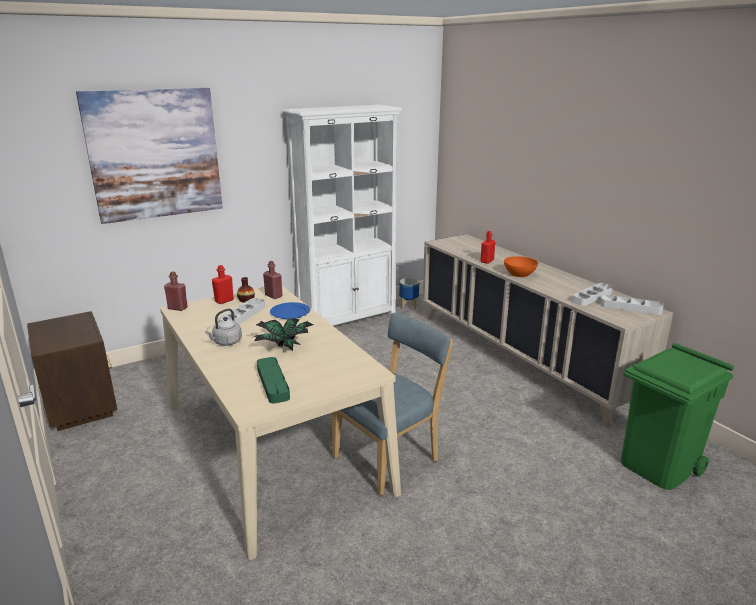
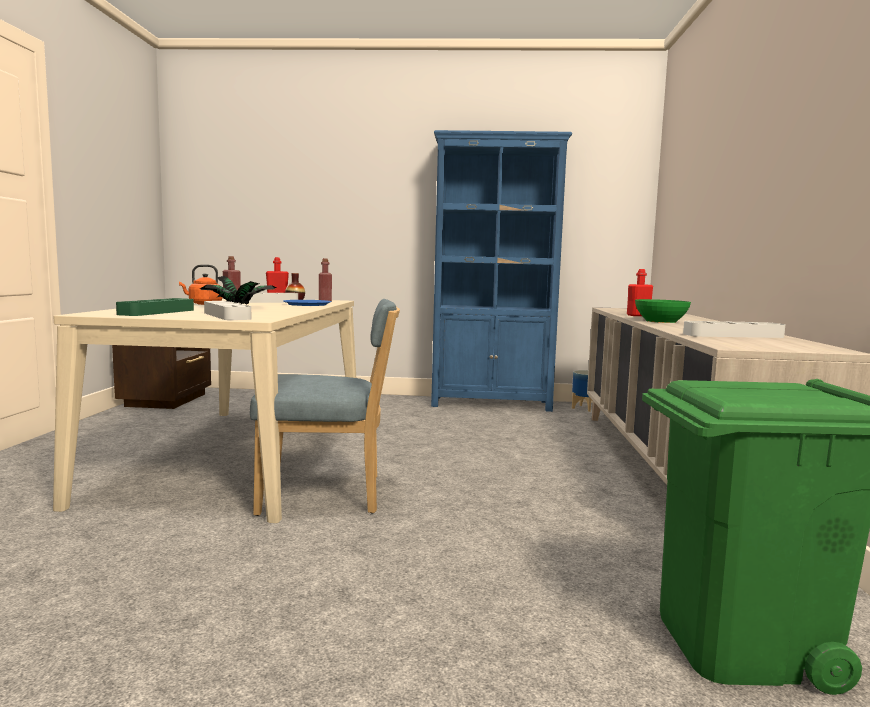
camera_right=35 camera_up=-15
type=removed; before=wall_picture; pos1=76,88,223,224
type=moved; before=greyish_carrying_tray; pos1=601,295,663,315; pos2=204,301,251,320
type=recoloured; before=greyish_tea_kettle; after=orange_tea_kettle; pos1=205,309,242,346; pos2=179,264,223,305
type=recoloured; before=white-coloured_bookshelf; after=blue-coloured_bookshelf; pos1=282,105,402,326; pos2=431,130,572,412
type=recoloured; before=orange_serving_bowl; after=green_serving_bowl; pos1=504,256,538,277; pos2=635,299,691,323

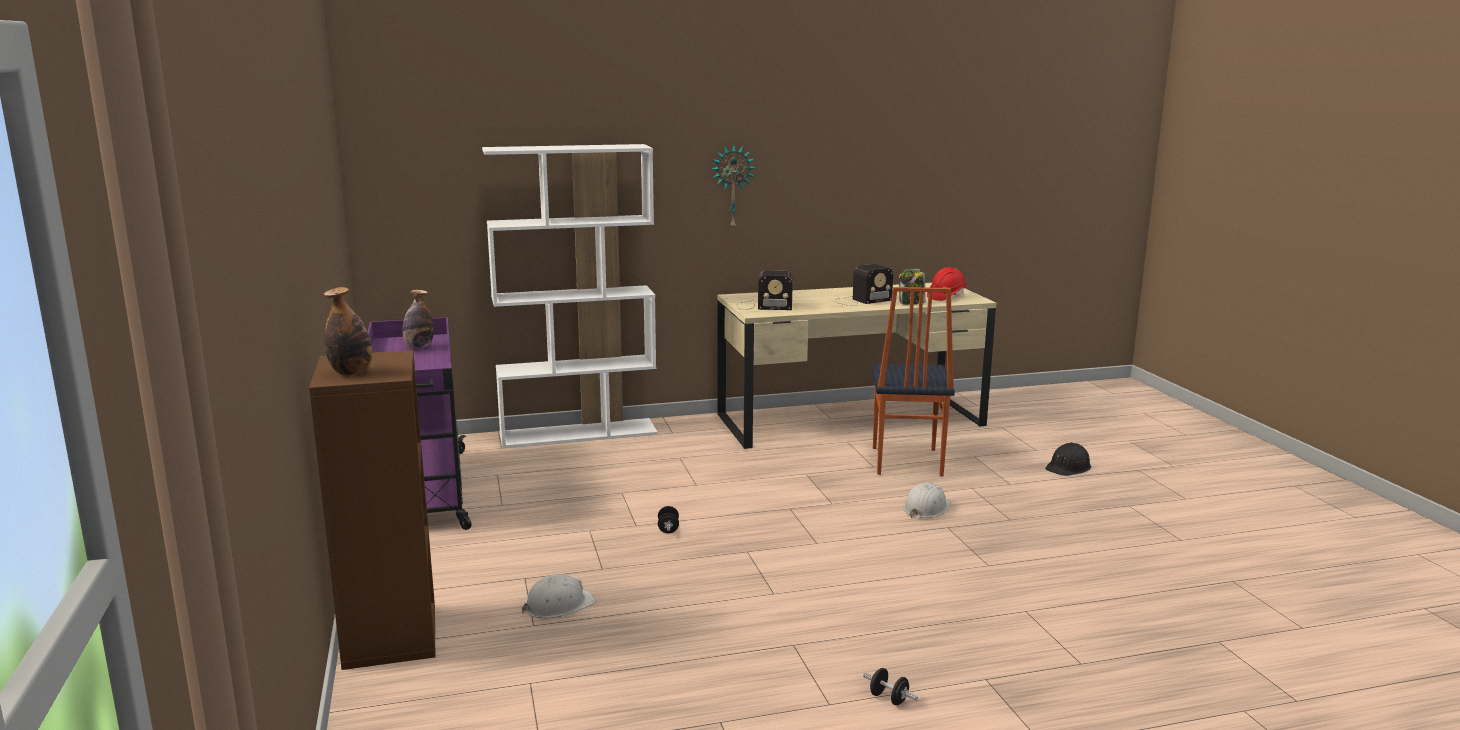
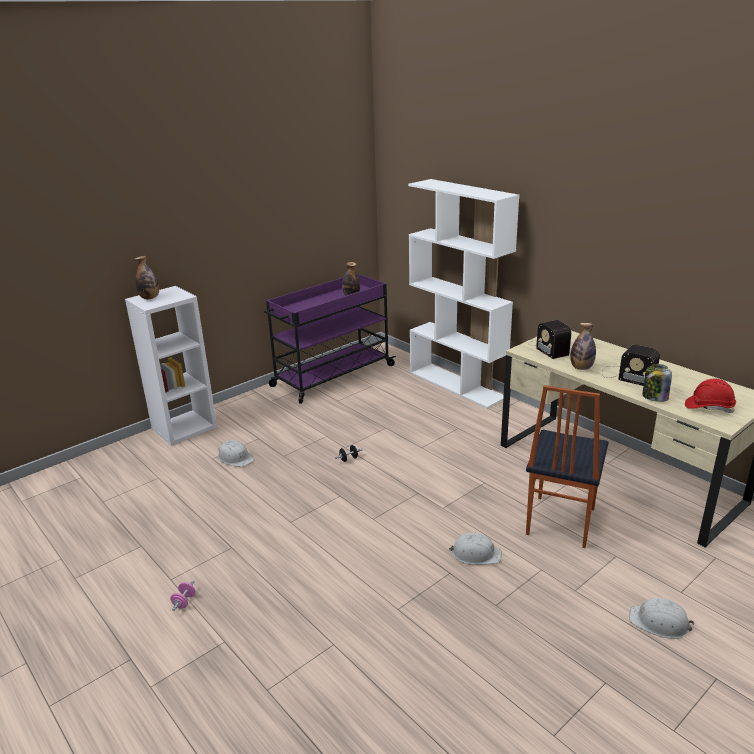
camera_right=65 camera_up=10
type=removed; before=wall_clock; pos1=712,145,756,229
type=added; after=drink_bottle; pos2=570,323,596,370
type=recoloured; before=brown-coloured_bookshelf; after=white-coloured_bookshelf; pos1=309,350,435,670; pos2=125,286,217,446
type=recoloured; before=black-coloured_hand_weight; after=pinkish_hand_weight; pos1=863,668,918,705; pos2=170,580,196,611
type=recoloured; before=black-coloured_hard_hat; after=white-coloured_hard_hat; pos1=1045,442,1091,476; pos2=629,598,694,639
type=turned; before=upright_chair; pos1=871,287,955,477; pos2=526,385,608,548; turn=-45

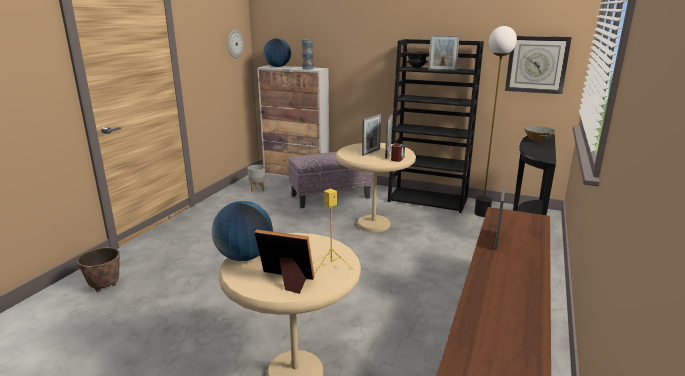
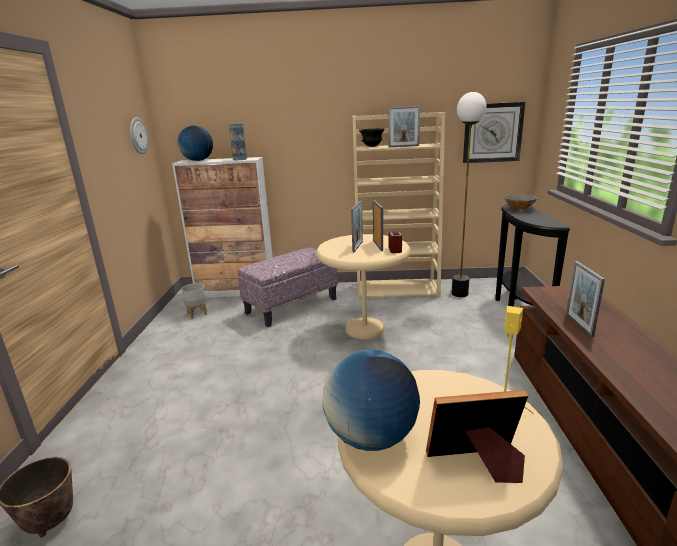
camera_right=-20 camera_up=0
type=recoloured; before=black-coloured_bookshelf; after=beige_bookshelf; pos1=388,39,484,213; pos2=352,112,445,300

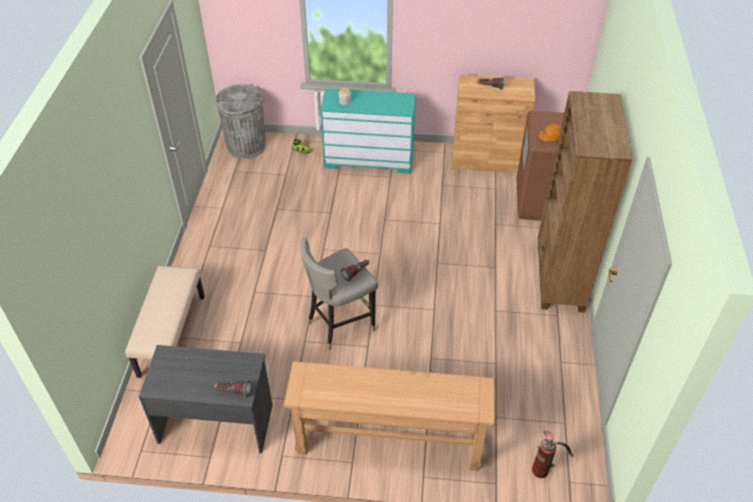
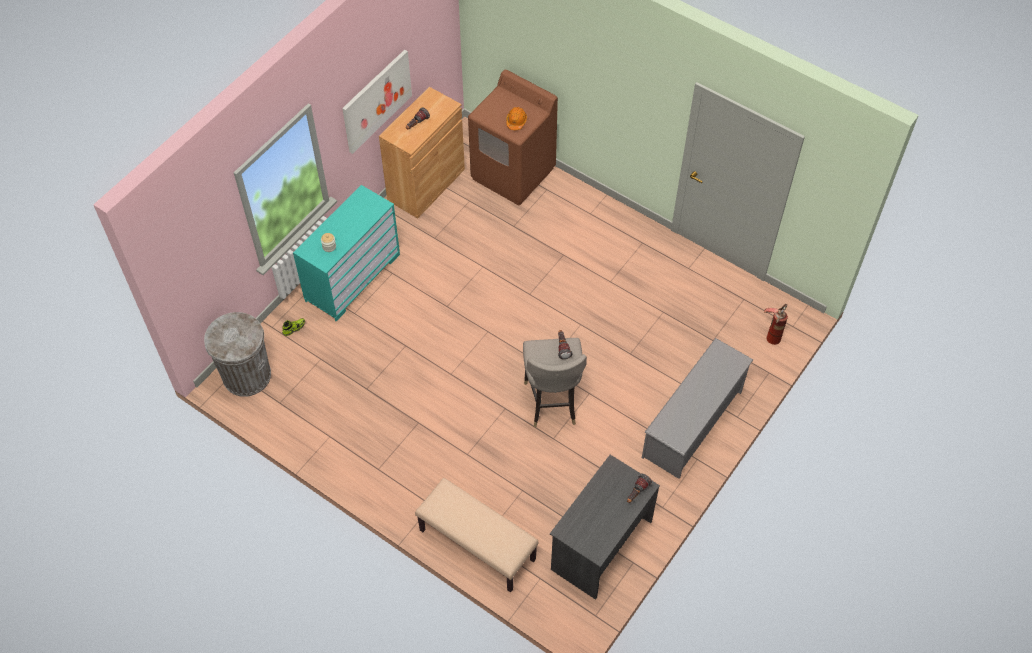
camera_right=-60 camera_up=10
type=removed; before=brown-coloured_bookshelf; pos1=538,91,633,312
type=added; after=wall_picture; pos2=342,50,412,154
type=replaced; before=brown-coloured_hall_table; after=greyish_shoe_rack; pos1=284,361,495,471; pos2=642,338,753,479

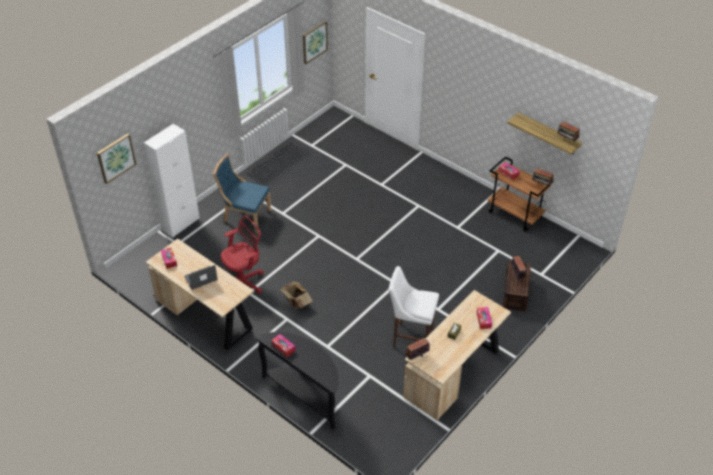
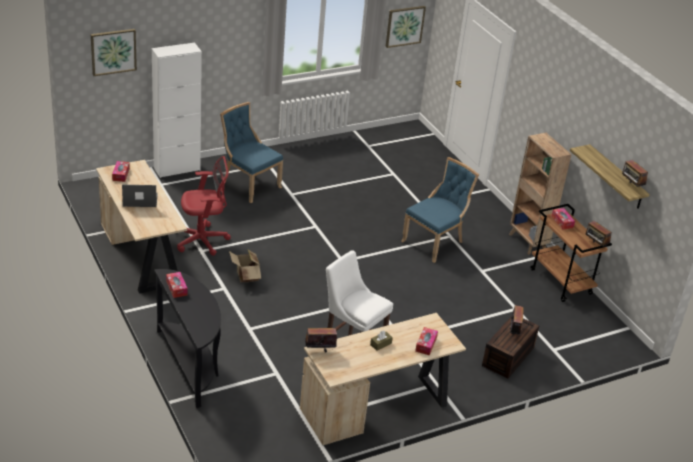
camera_right=20 camera_up=-10
type=added; after=blue-coloured_upright_chair; pos2=401,157,479,263
type=added; after=brown-coloured_bookshelf; pos2=509,133,572,255

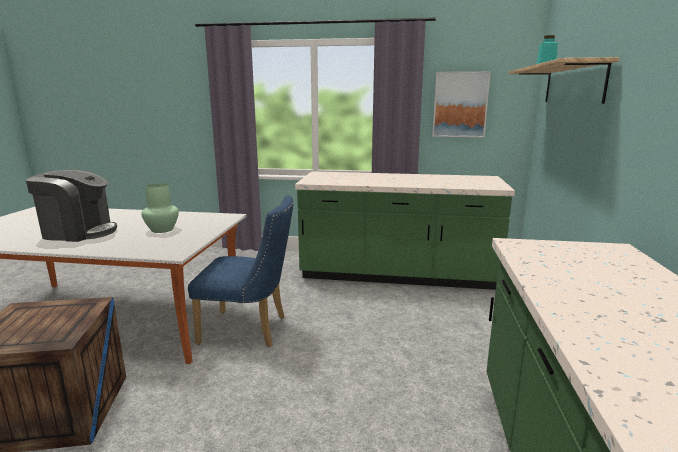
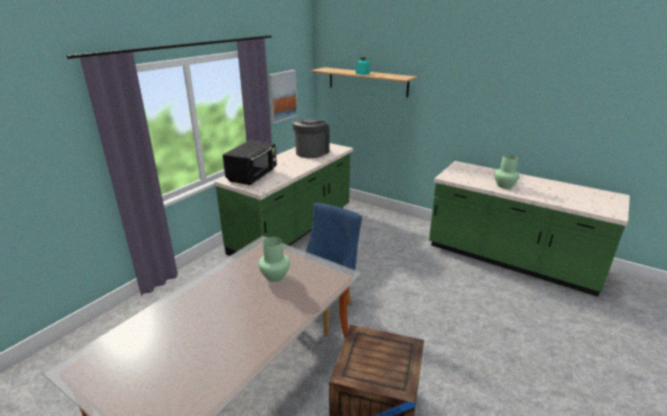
camera_right=-65 camera_up=10
type=added; after=black-coloured_microwave; pos2=223,140,277,185
type=added; after=green_flower_vase; pos2=494,155,520,189
type=moved; before=coffee_machine; pos1=26,170,117,242; pos2=292,119,330,158

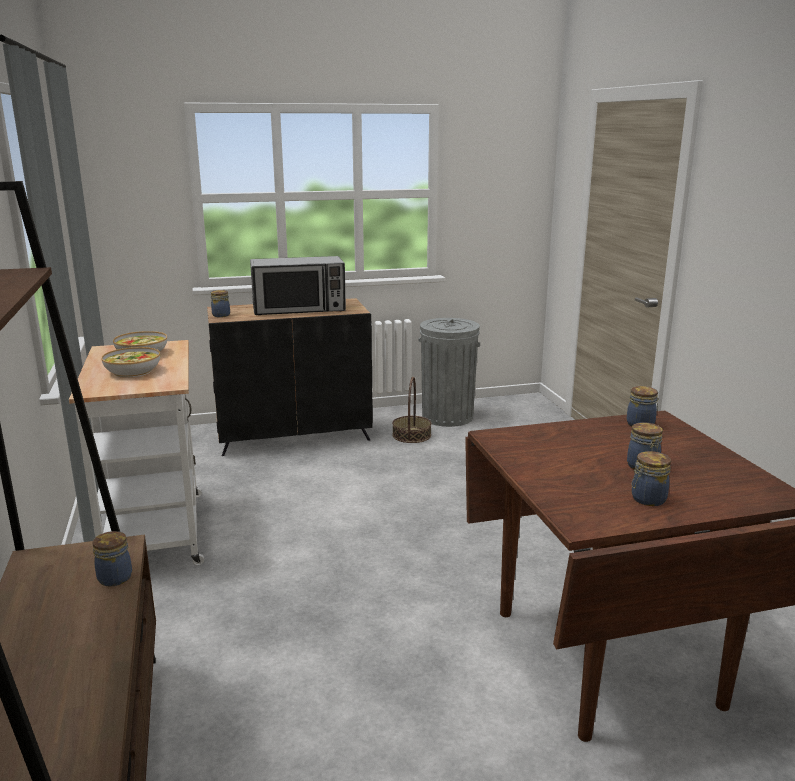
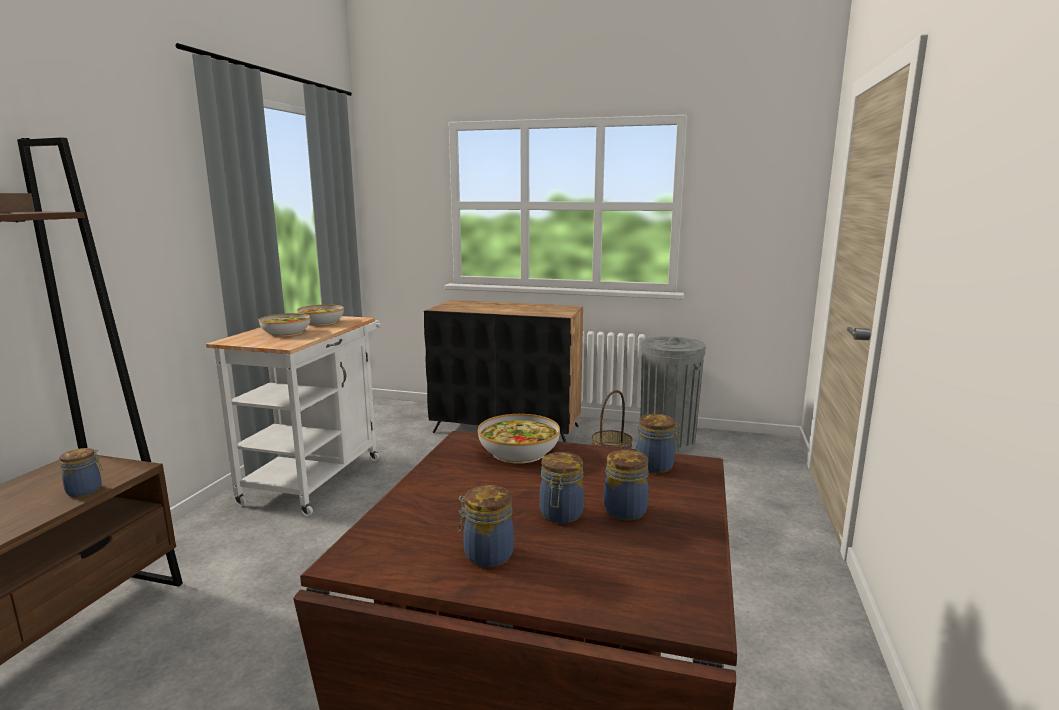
camera_right=30 camera_up=-5
type=removed; before=microwave; pos1=250,256,346,315
type=added; after=serving_bowl; pos2=478,414,560,463
type=moved; before=jar; pos1=211,290,230,317; pos2=604,450,649,520

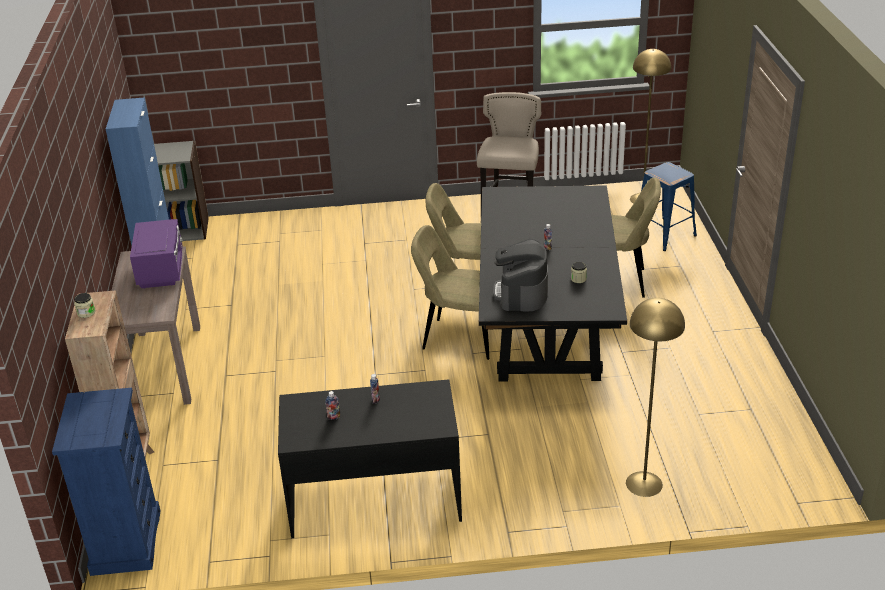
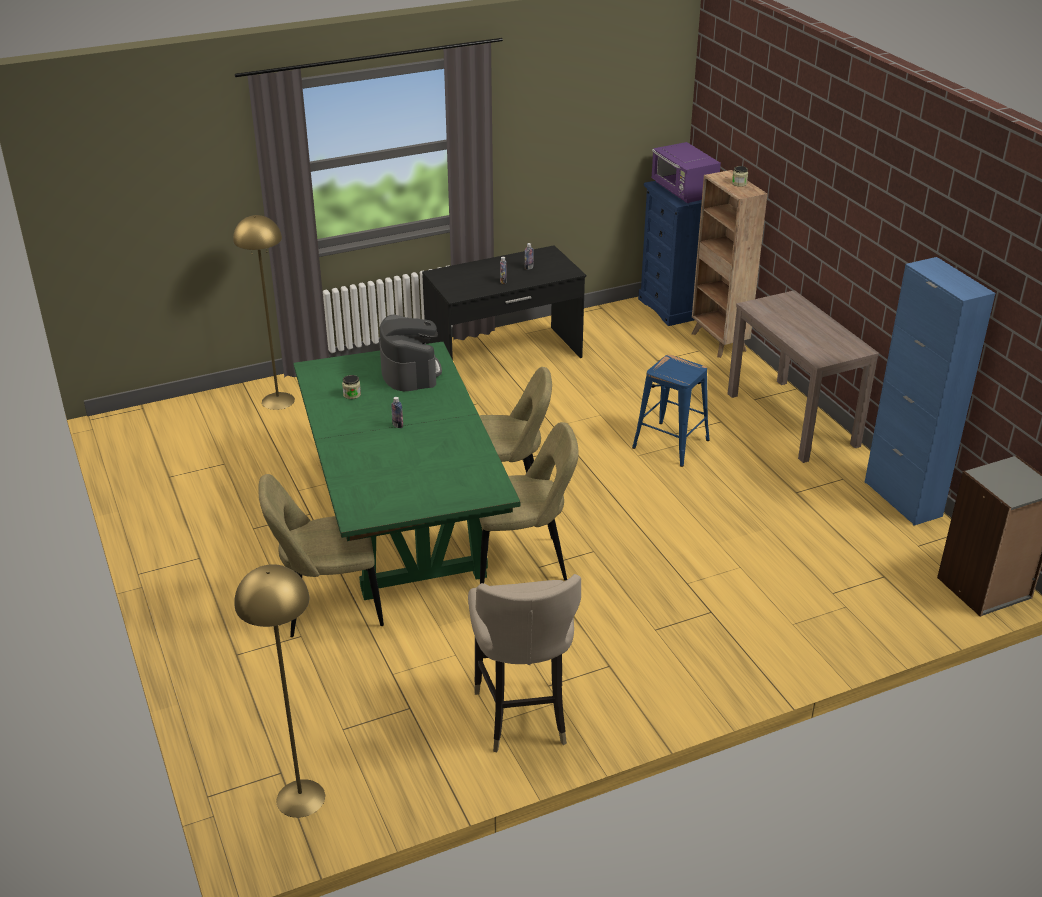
camera_right=160 camera_up=0
type=moved; before=purple-coloured_microwave; pos1=130,219,183,288; pos2=651,142,721,203
type=moved; before=blue-coloured_stool_seat; pos1=641,162,697,251; pos2=632,355,710,467
type=recoloured; before=black-coloured_kitchen_table; after=green_kitchen_table; pos1=479,185,627,381; pos2=293,342,521,600

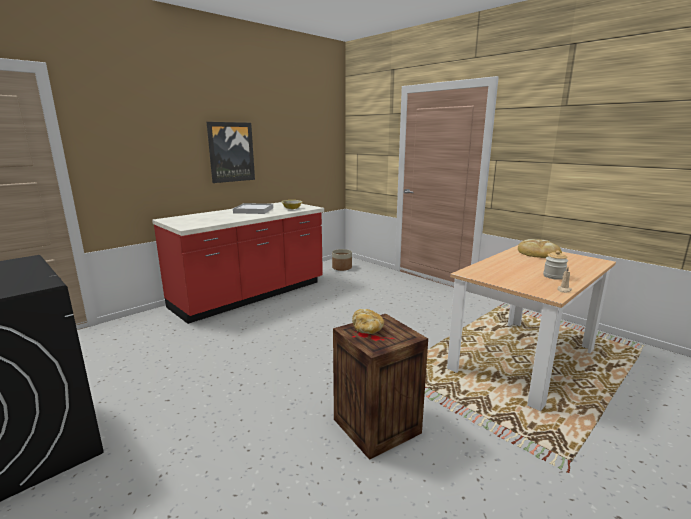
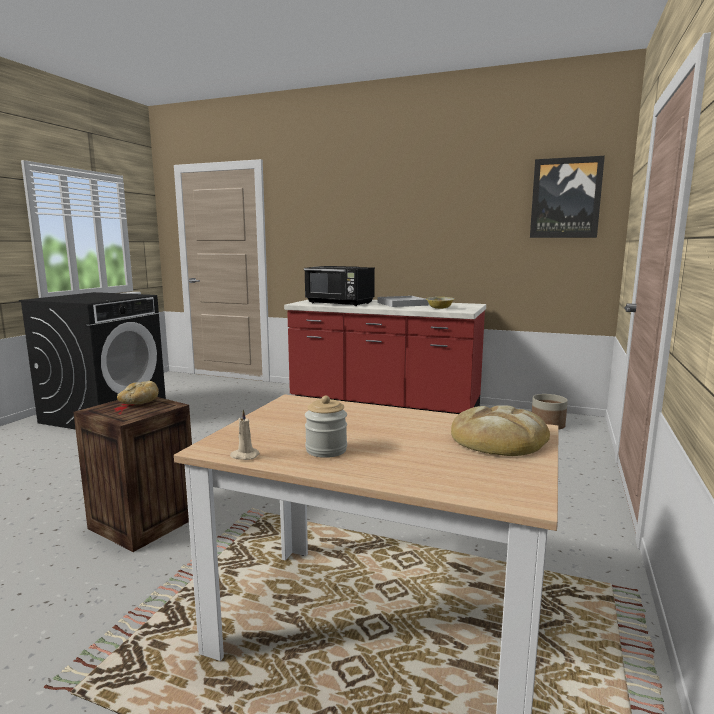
camera_right=65 camera_up=-5
type=added; after=black-coloured_microwave; pos2=304,266,375,306
type=moved; before=wall_picture; pos1=207,122,255,183; pos2=530,156,605,238

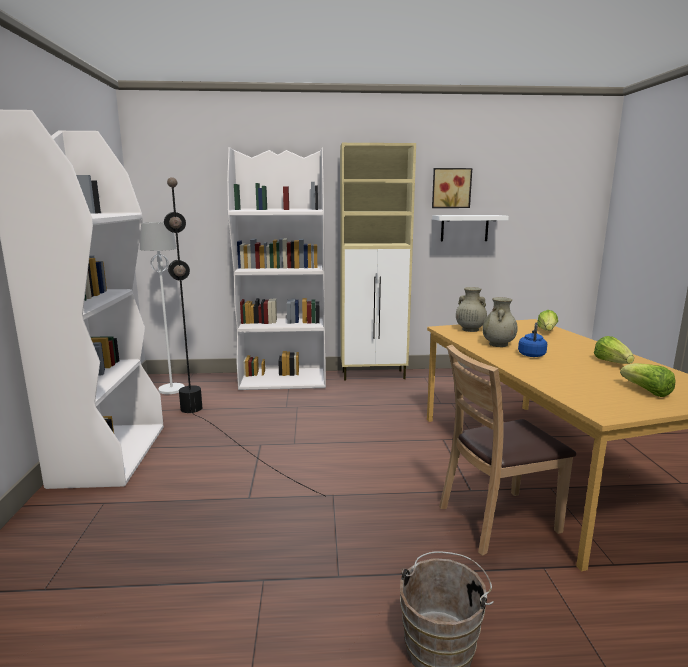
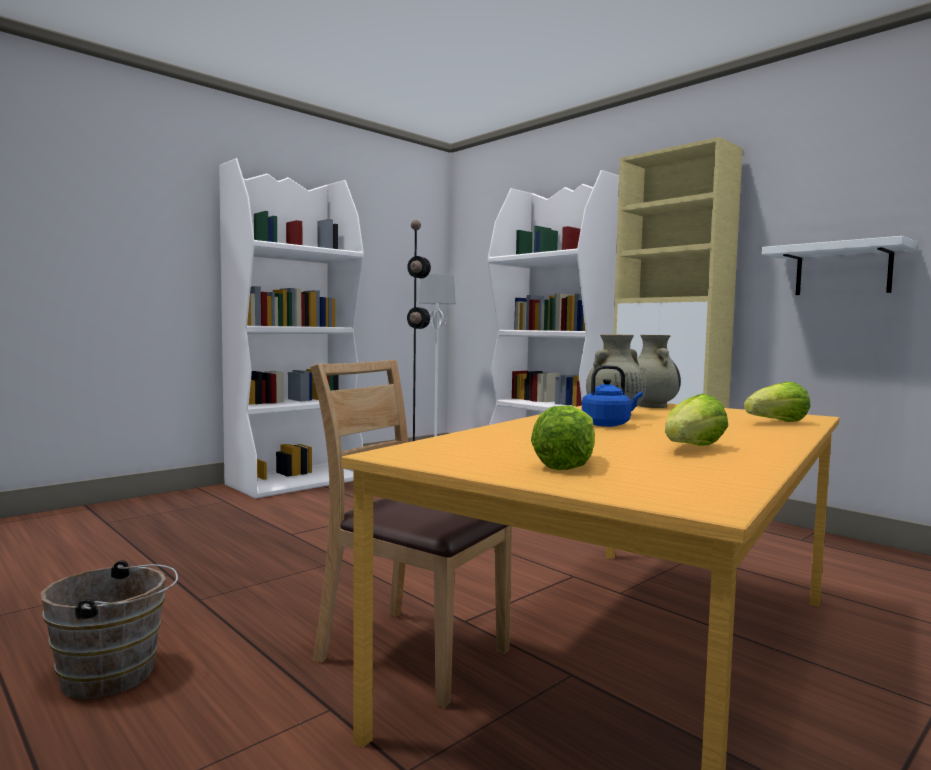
camera_right=50 camera_up=-10
type=removed; before=wall_picture; pos1=432,168,472,208

